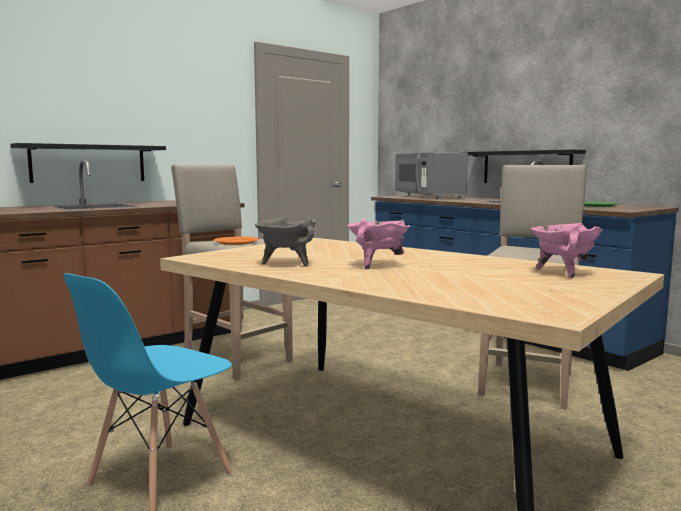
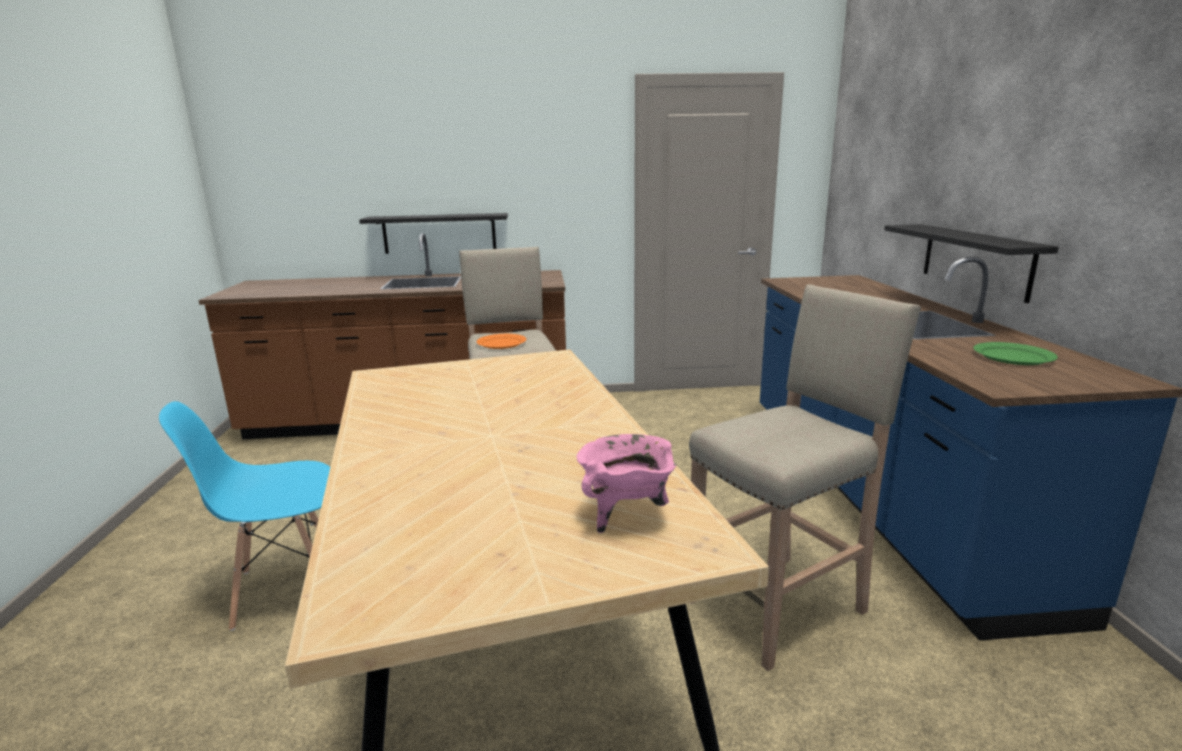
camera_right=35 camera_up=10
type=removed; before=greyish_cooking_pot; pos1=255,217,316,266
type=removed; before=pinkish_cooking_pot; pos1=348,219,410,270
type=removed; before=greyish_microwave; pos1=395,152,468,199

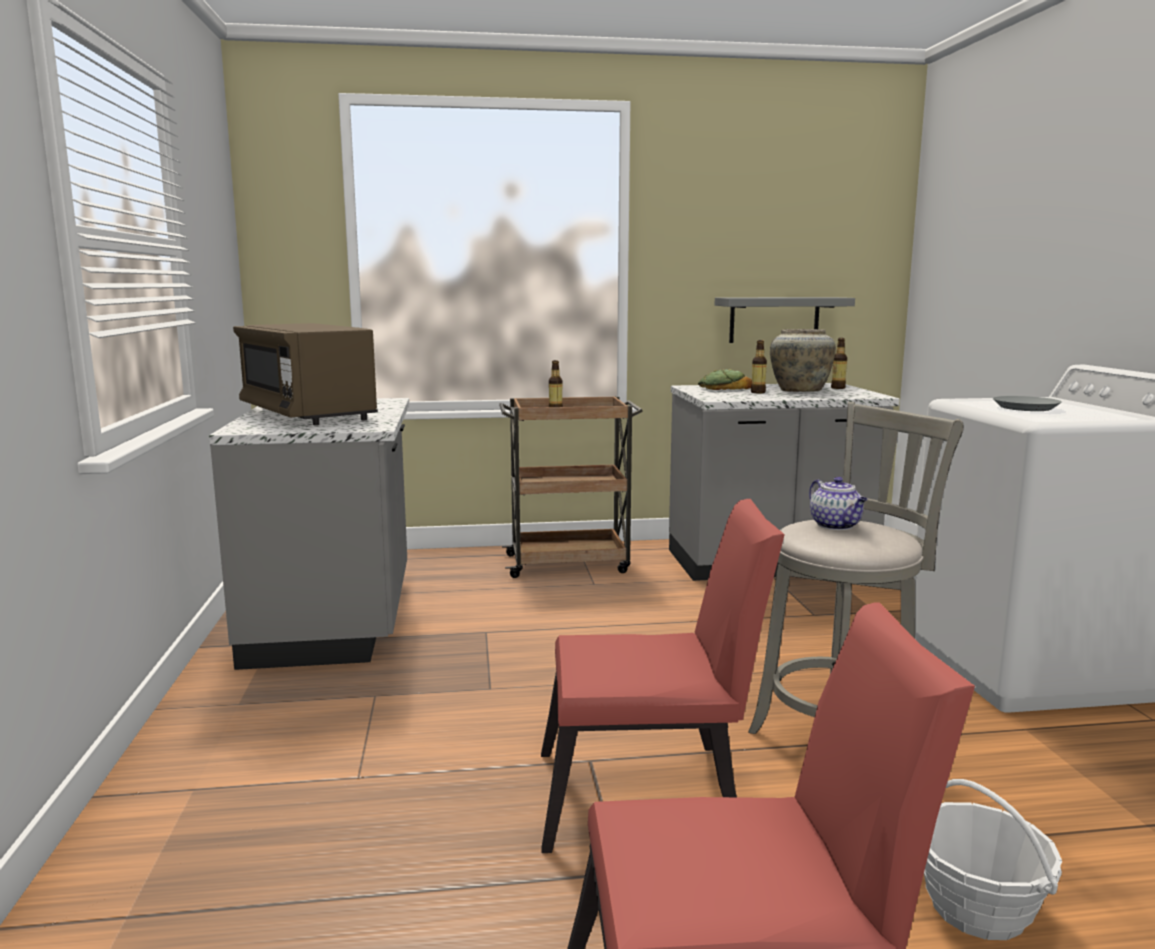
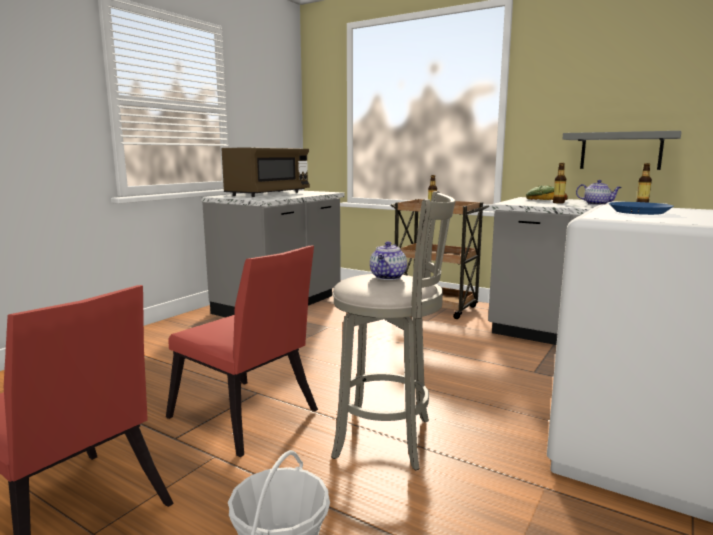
camera_right=40 camera_up=0
type=replaced; before=beige_flower_vase; after=tea_pot; pos1=770,329,836,392; pos2=576,180,622,205
type=recoloured; before=greyish_plate; after=blue-coloured_plate; pos1=993,396,1062,411; pos2=608,202,674,215
type=turned; before=brown-coloured_microwave; pos1=233,323,378,425; pos2=222,148,310,197; turn=-150

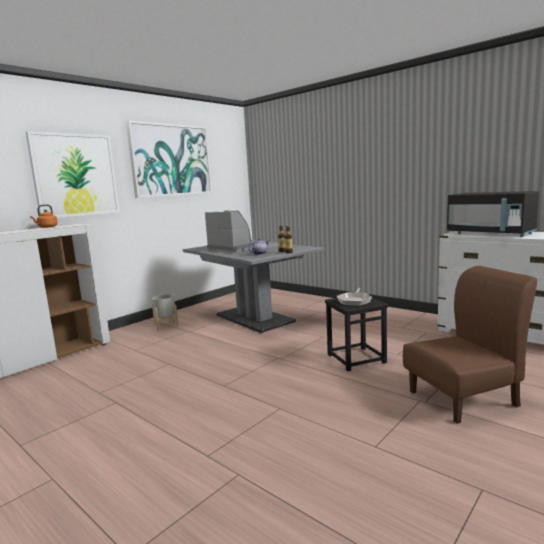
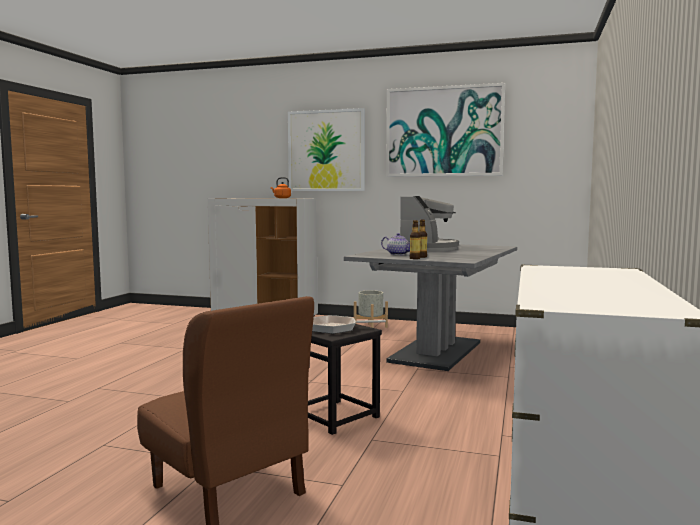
camera_right=65 camera_up=-5
type=removed; before=black-coloured_microwave; pos1=447,191,539,237

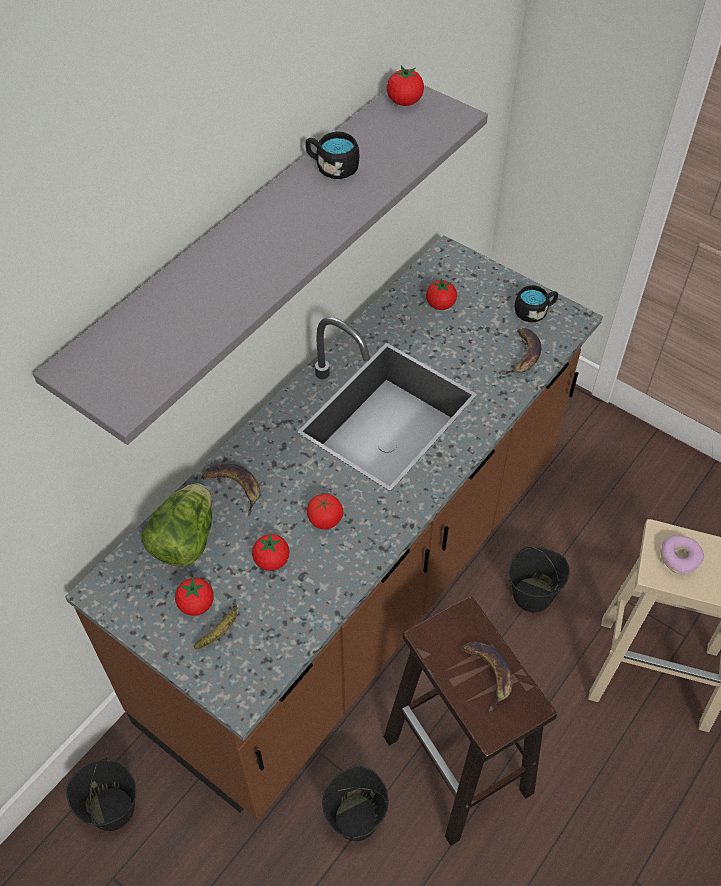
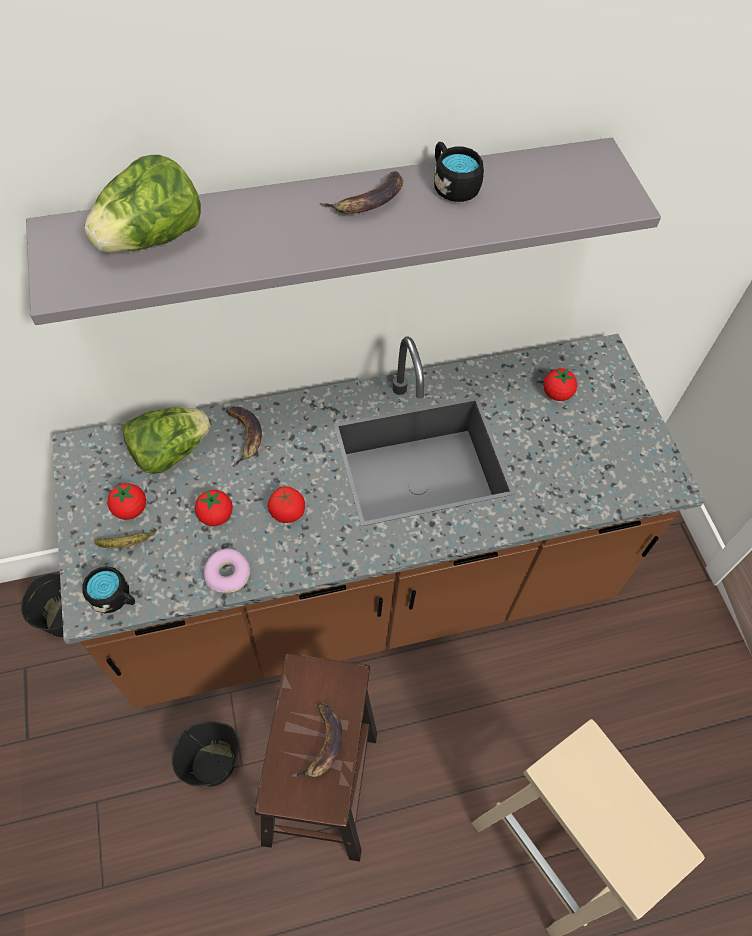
camera_right=35 camera_up=5
type=removed; before=tomato; pos1=387,66,424,106
type=removed; before=black-coloured_bucket; pos1=509,547,570,612
type=added; after=lettuce; pos2=84,155,201,253
type=moved; before=whole_banana; pos1=502,328,542,375; pos2=320,171,403,213
type=moved; before=black-coloured_coffee_mug; pos1=515,285,558,322; pos2=82,566,135,613
type=moved; before=ring_doughnut; pos1=661,535,704,574; pos2=204,549,251,593

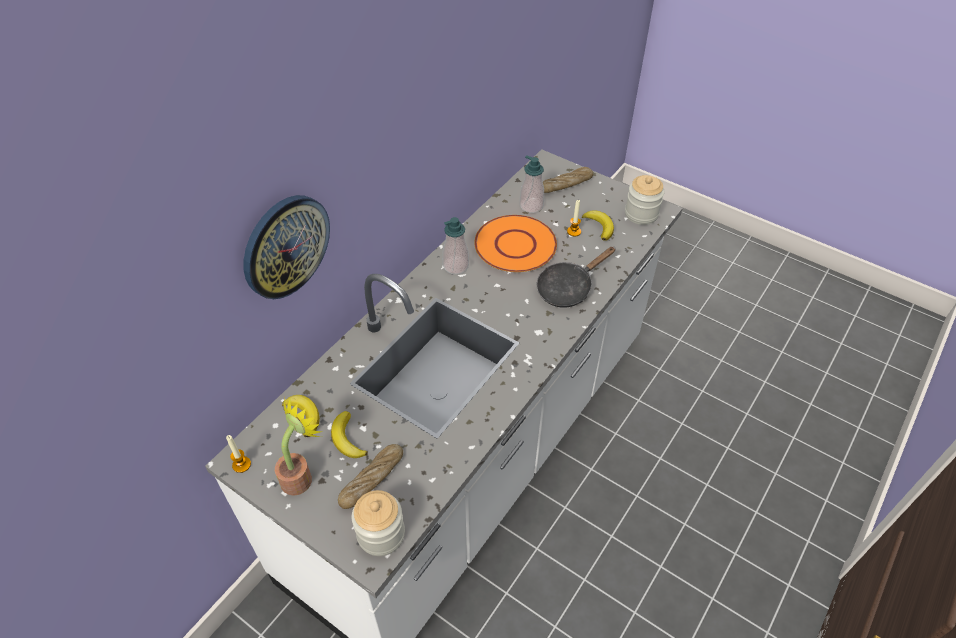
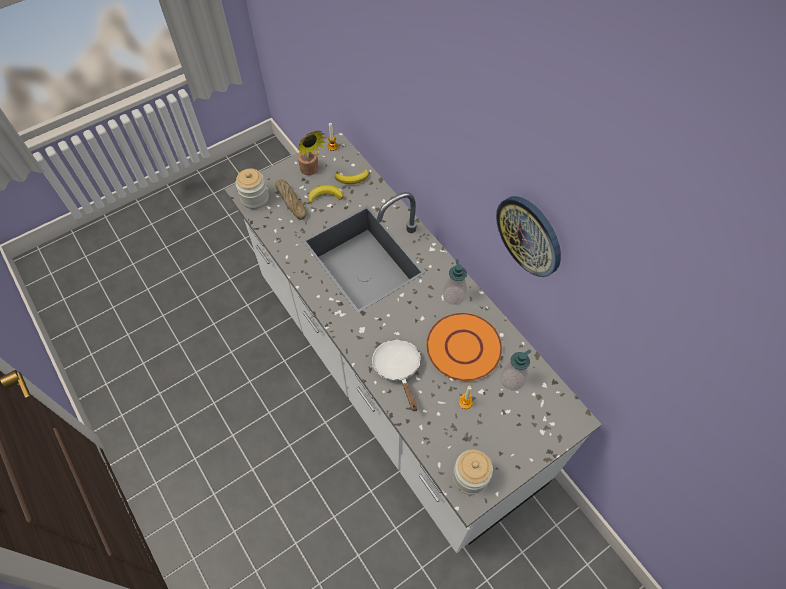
camera_right=110 camera_up=10
type=removed; before=bread; pos1=543,167,593,193
type=removed; before=whole_banana; pos1=582,210,614,241
type=moved; before=wall_clock; pos1=244,195,330,299; pos2=496,196,561,277
type=recoloured; before=black-coloured_skillet; after=white-coloured_skillet; pos1=537,247,616,308; pos2=372,339,421,412

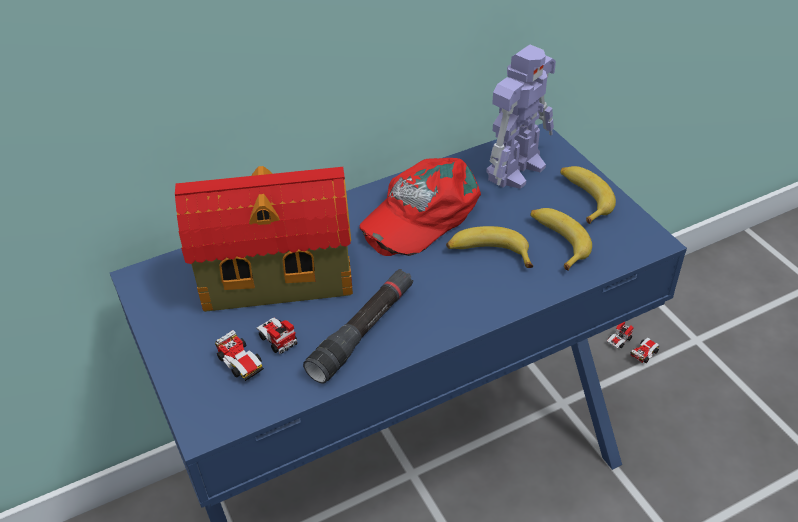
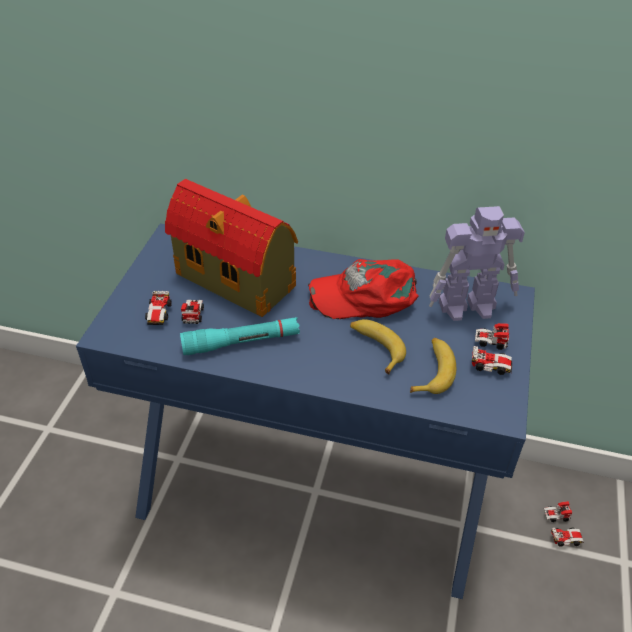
camera_right=40 camera_up=0
type=replaced; before=whole_banana; after=toy_car; pos1=560,166,616,224; pos2=472,323,512,375
type=recoloured; before=black-coloured_torch; after=turquoise_torch; pos1=303,269,413,384; pos2=180,317,300,355

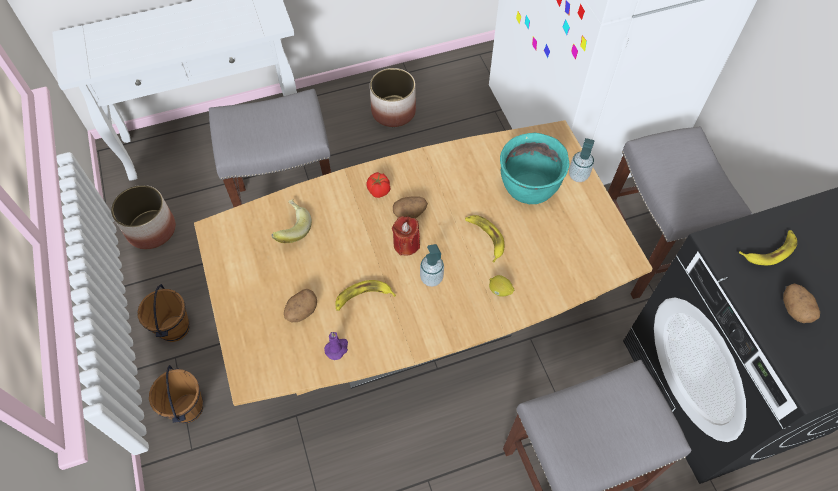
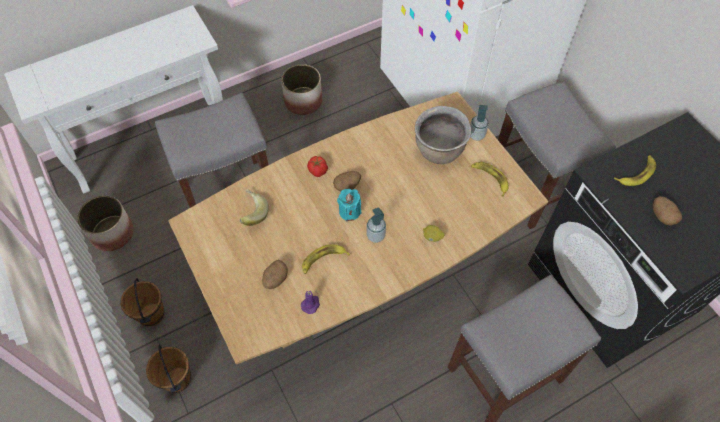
camera_right=-10 camera_up=0
type=moved; before=whole_banana; pos1=465,215,504,262; pos2=471,162,509,197
type=recoloured; before=red-coloured_wax_candle; after=turquoise_wax_candle; pos1=392,216,420,256; pos2=337,189,361,221
type=recoloured; before=turquoise_cooking_pot; after=brown-coloured_cooking_pot; pos1=500,133,569,204; pos2=415,106,471,164

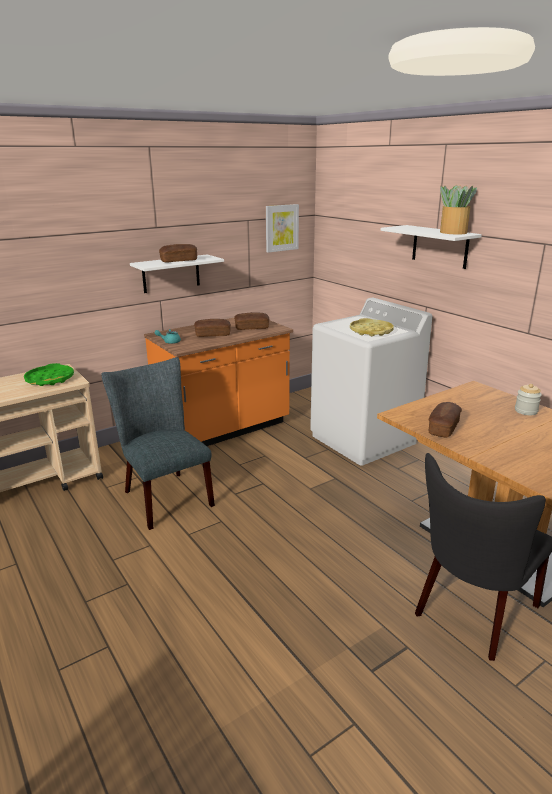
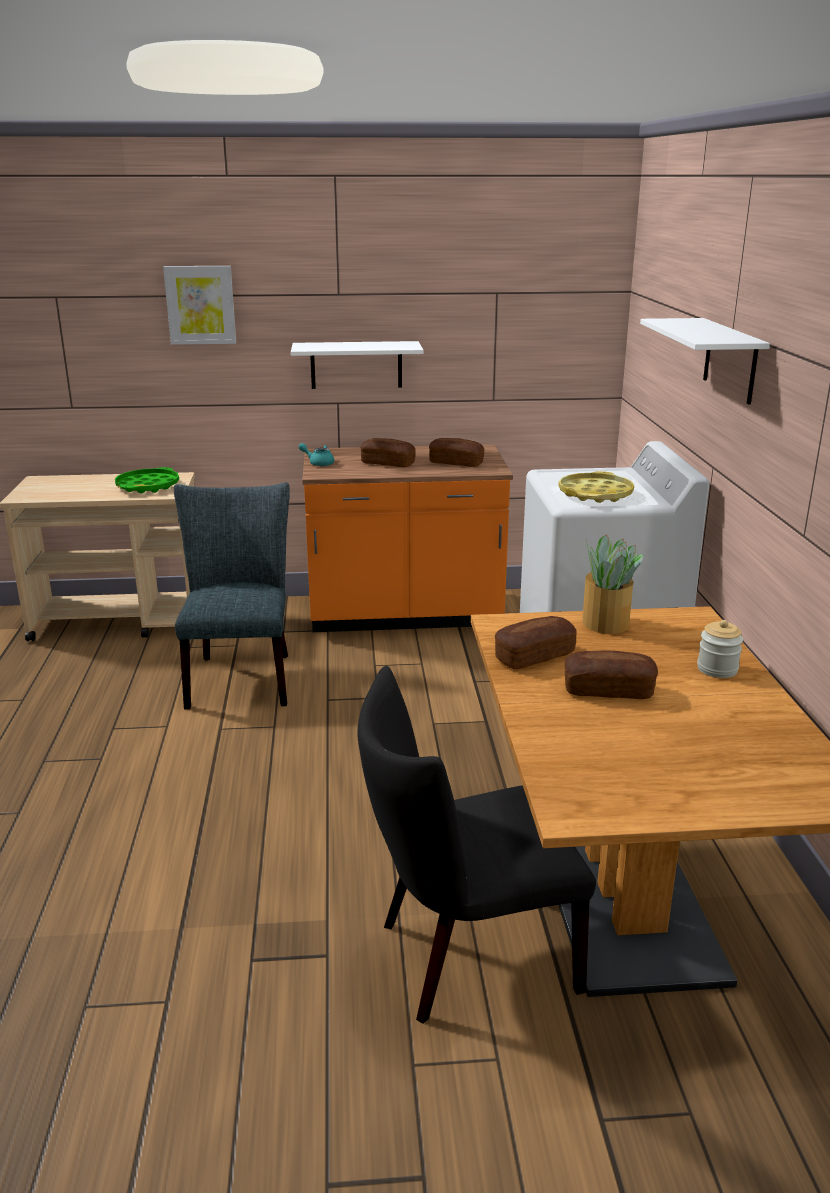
camera_right=30 camera_up=0
type=moved; before=bread; pos1=159,244,197,262; pos2=564,651,658,699
type=moved; before=wall_picture; pos1=266,204,299,253; pos2=163,266,236,345
type=moved; before=plant_in_a_pot; pos1=440,185,477,234; pos2=582,534,644,634

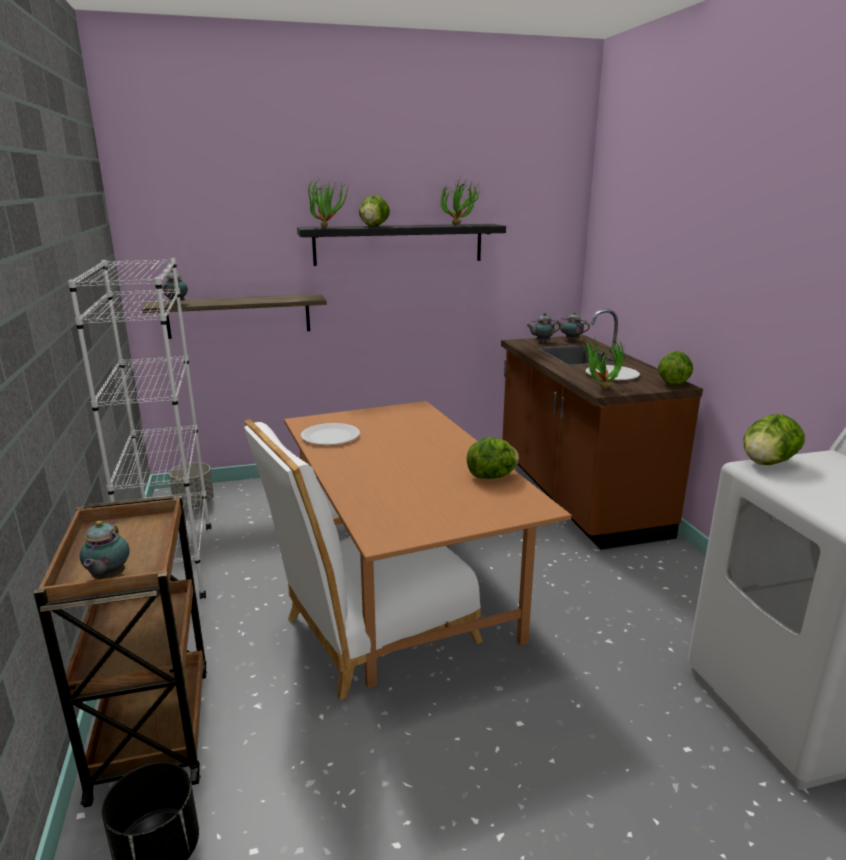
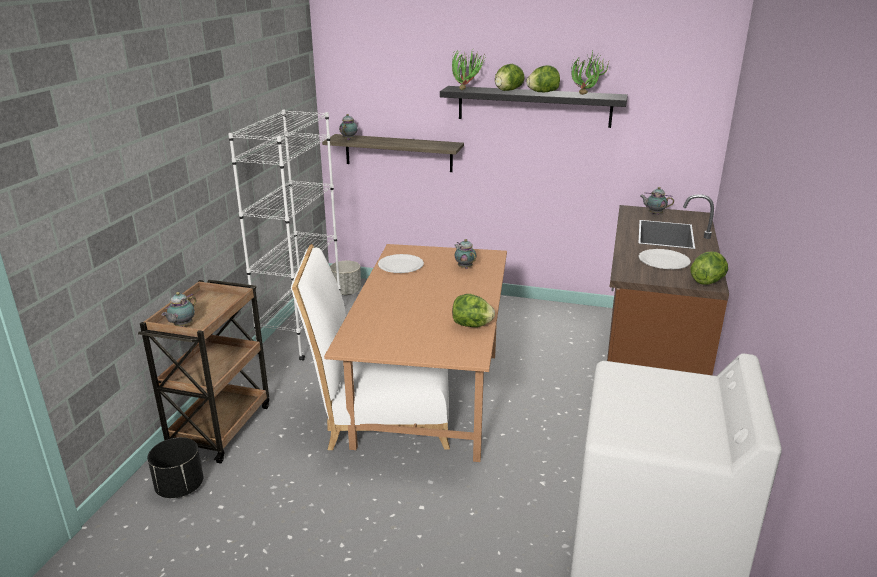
camera_right=30 camera_up=5
type=removed; before=plant_in_a_pot; pos1=583,338,625,389
type=moved; before=tea_pot; pos1=557,312,590,341; pos2=454,239,476,269
type=moved; before=lettuce; pos1=743,414,805,465; pos2=526,65,560,93

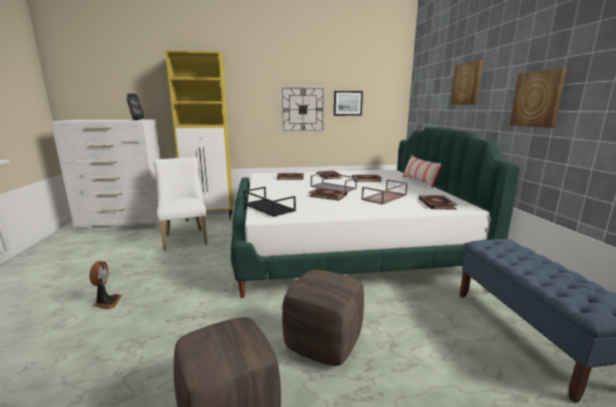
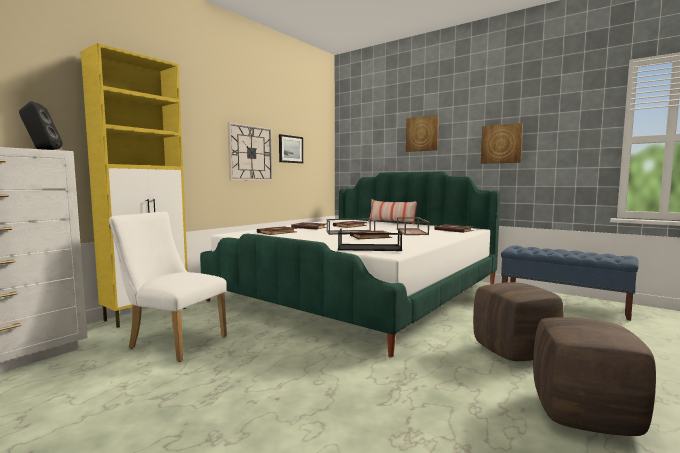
camera_right=-45 camera_up=-10
type=removed; before=electric_fan; pos1=90,261,122,309

